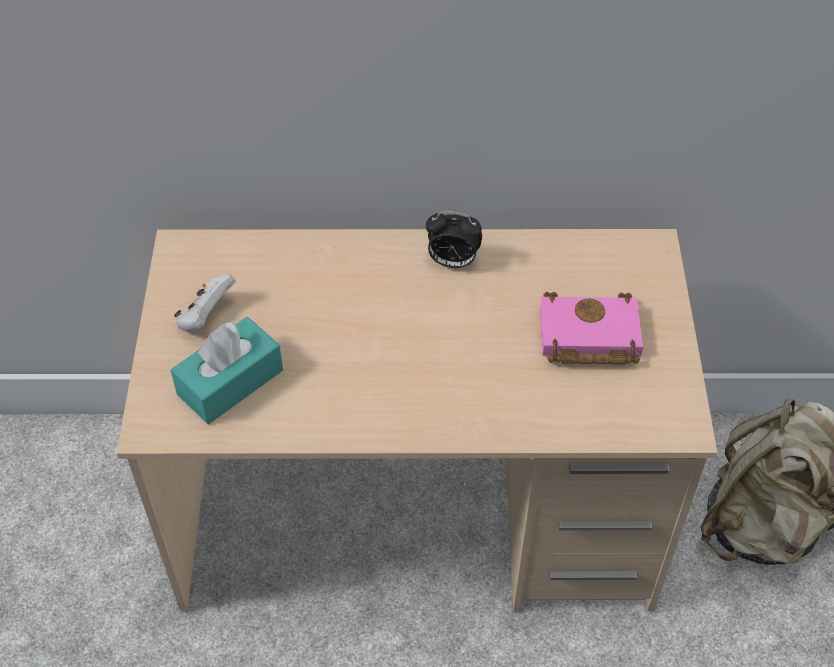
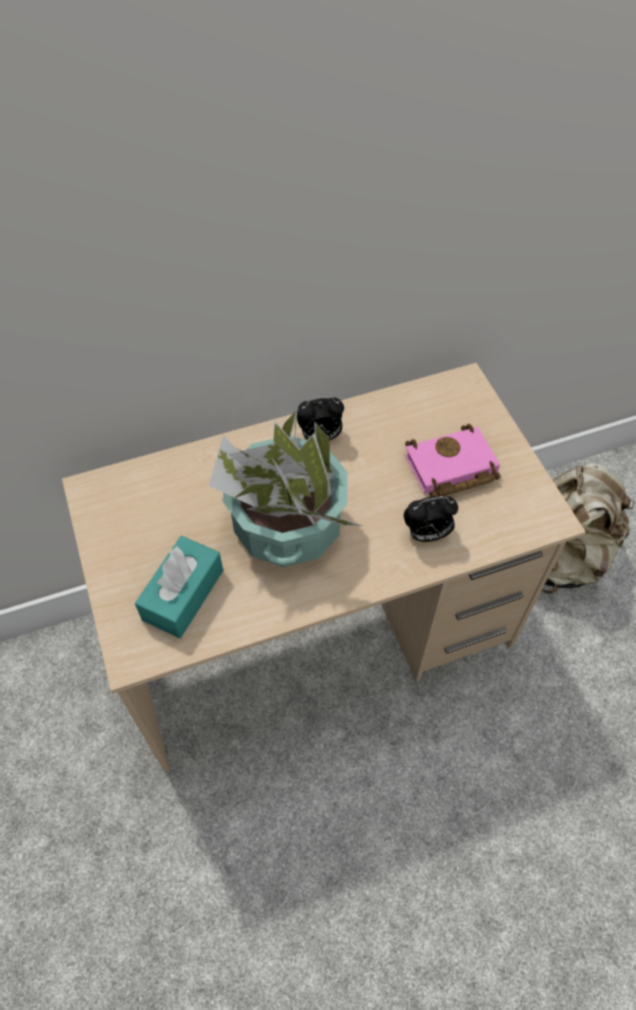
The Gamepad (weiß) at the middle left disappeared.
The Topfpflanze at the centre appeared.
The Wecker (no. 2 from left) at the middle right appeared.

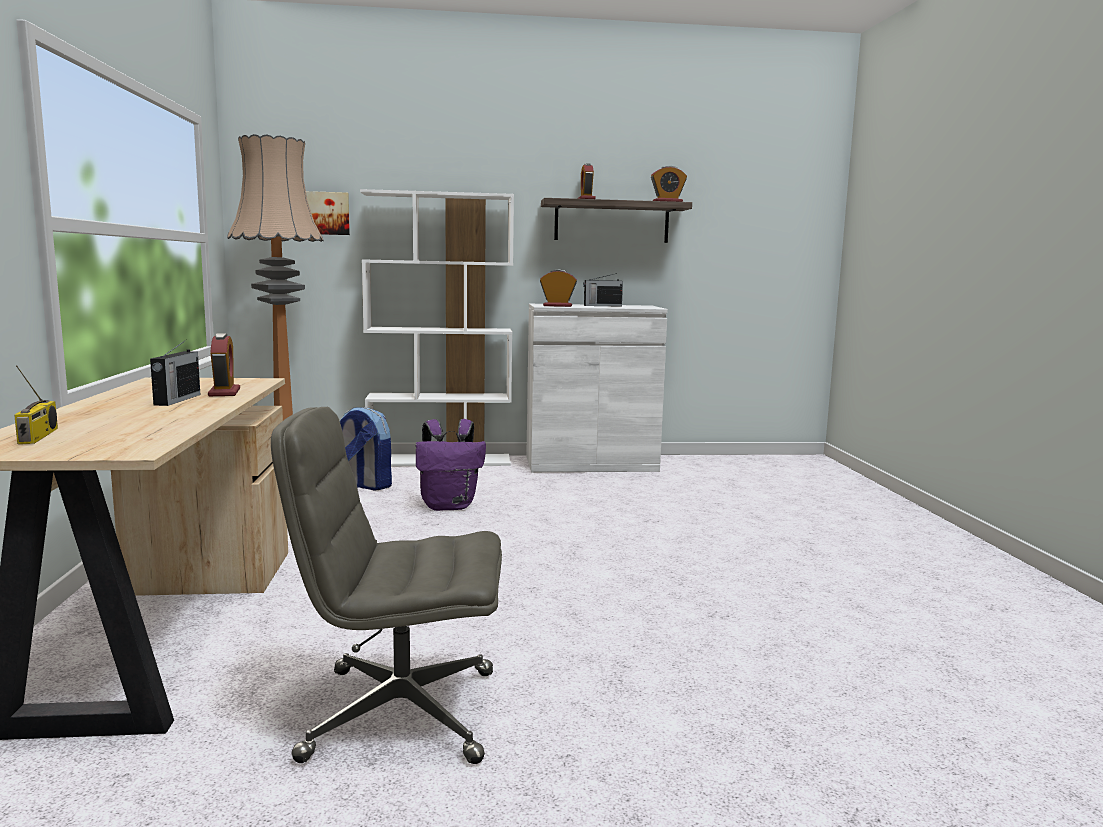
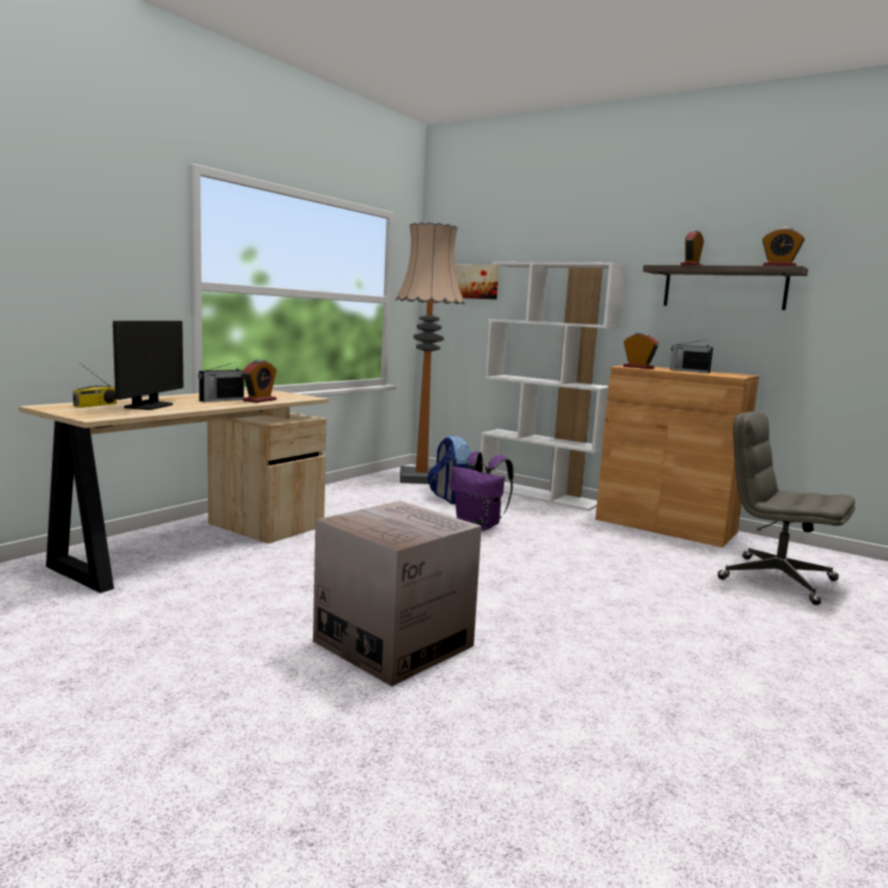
The Monitor at the middle left appeared.
The Karton at the bottom centre appeared.
The Bürostuhl (grau) moved from the bottom centre to the middle right.
The Schrank (weiß) at the centre became the Schrank (braun) at the middle right.

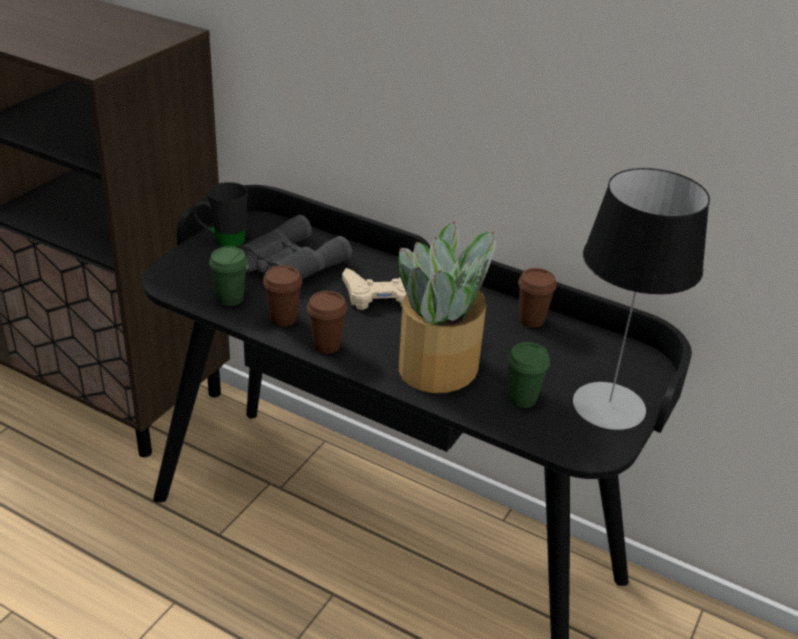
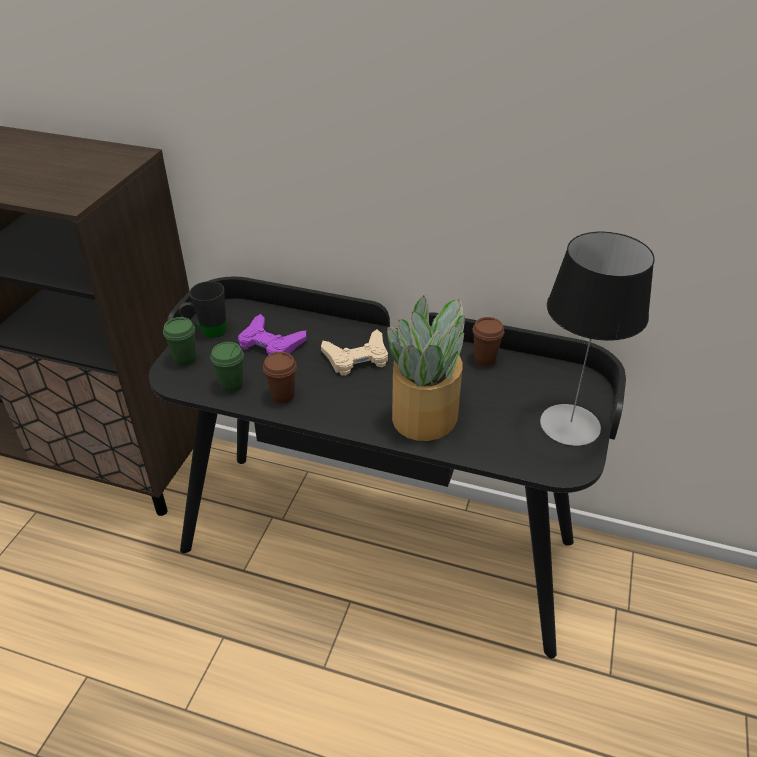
The Tasse (braun) (no. 2 from left) at the centre disappeared.
The Tasse (grün) (no. 2 from left in the first image) moved from the centre to the middle left.
The Fernglas (grau) at the centre was replaced by the Gamepad (lila) at the centre.

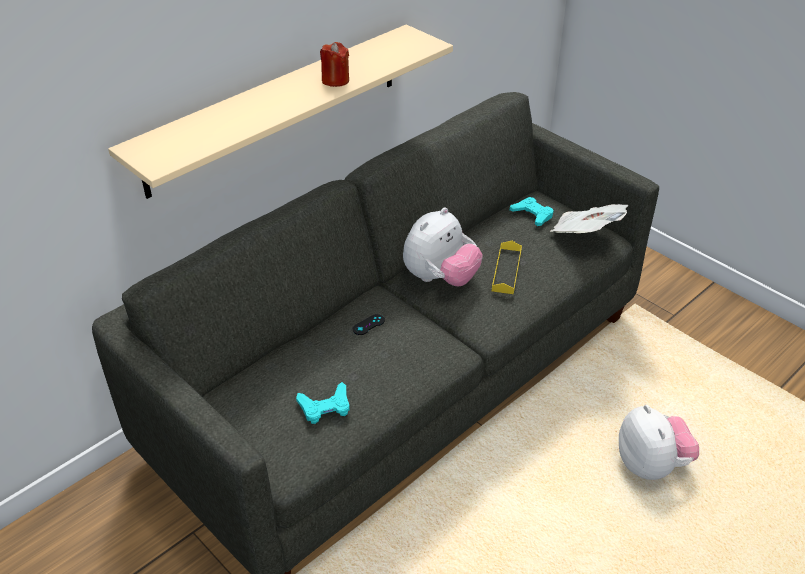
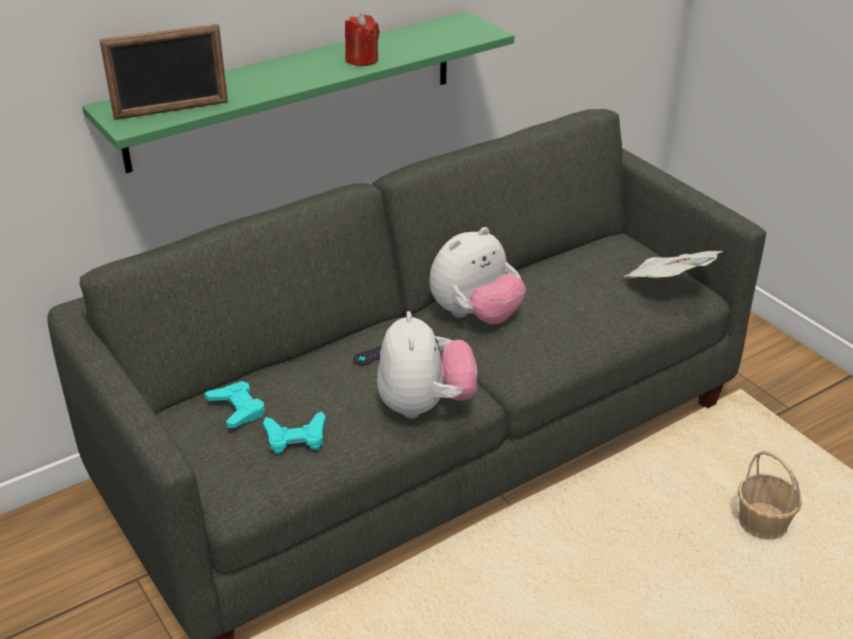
The Tablett (gelb) at the centre disappeared.
The Bilderrahmen at the top left appeared.
The Korb at the bottom right appeared.
The Gamepad (türkis) (no. 2 from left in the first image) moved from the centre to the middle left.
The Plüschtier (no. 2 from left in the first image) moved from the bottom right to the centre.
The Wandregal (beige) at the top centre became the Wandregal (grün) at the top centre.

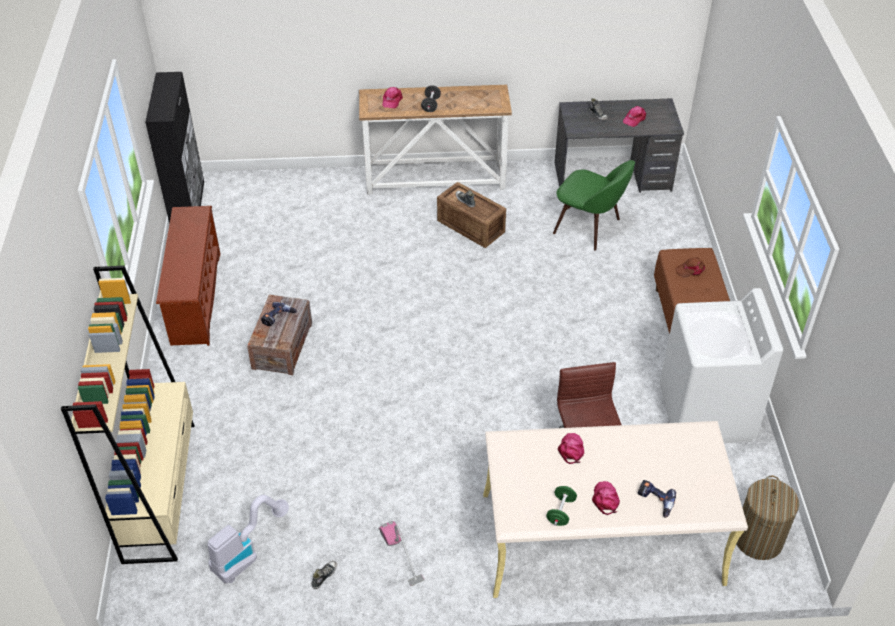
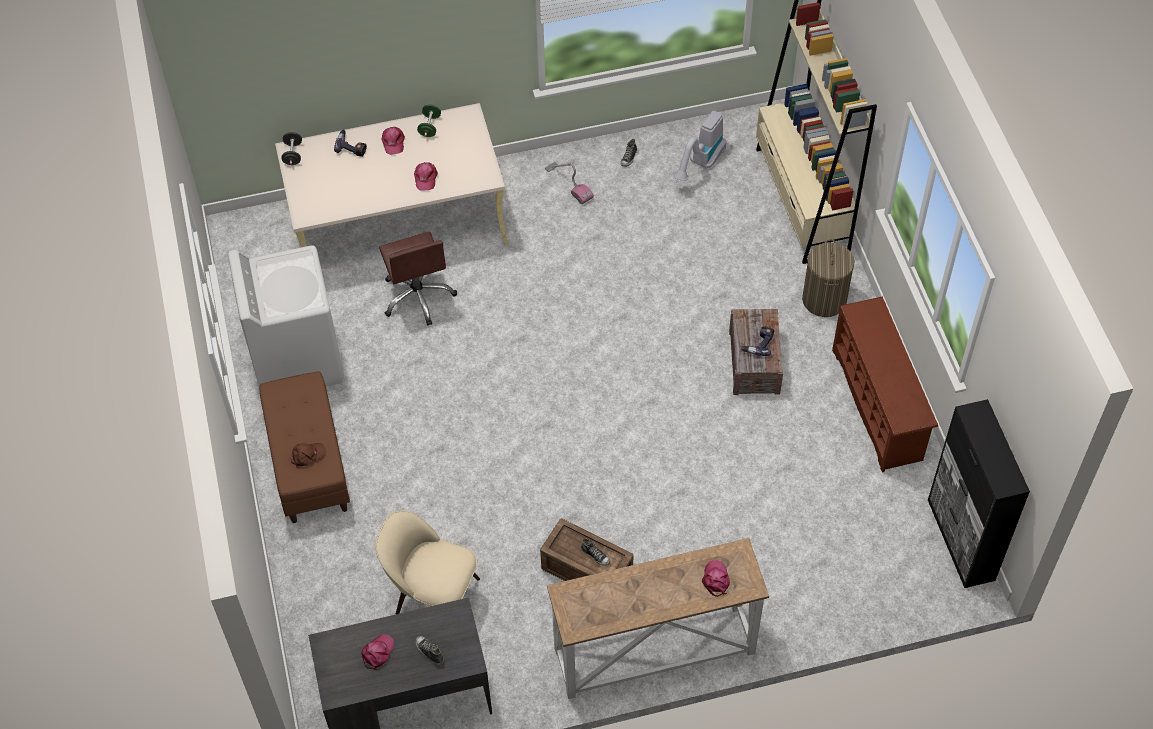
The Hantel (schwarz) moved from the top centre to the top left.
The Wäschekorb moved from the bottom right to the middle right.
The Stuhl (grün) at the top centre became the Stuhl (beige) at the bottom centre.

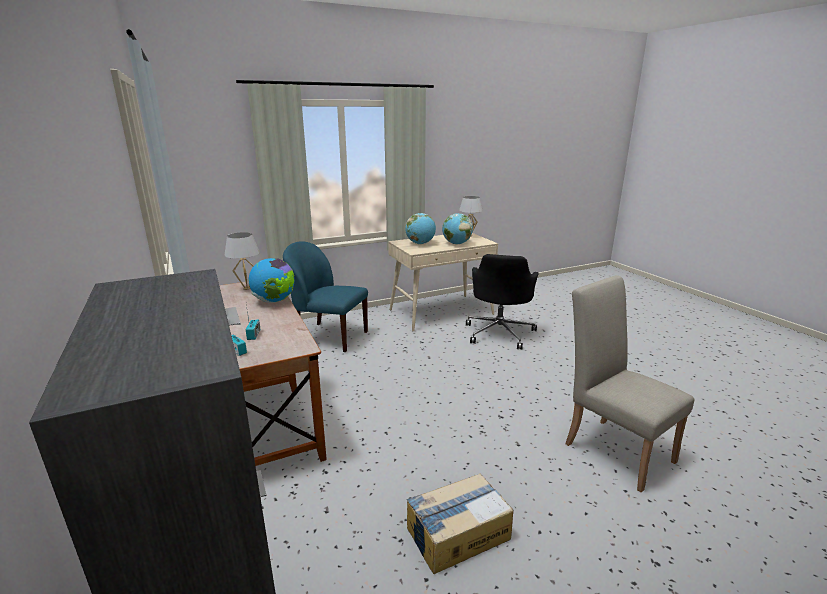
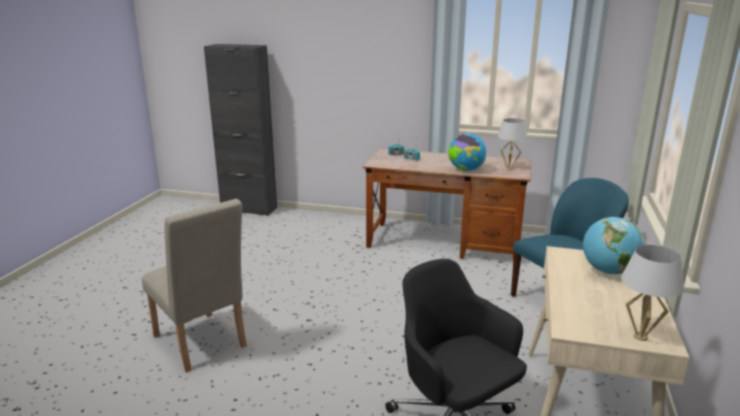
The Karton at the bottom centre disappeared.
The Globus (no. 3 from left) at the centre disappeared.
The Stuhl (beige) at the middle right turned 45 degrees clockwise.

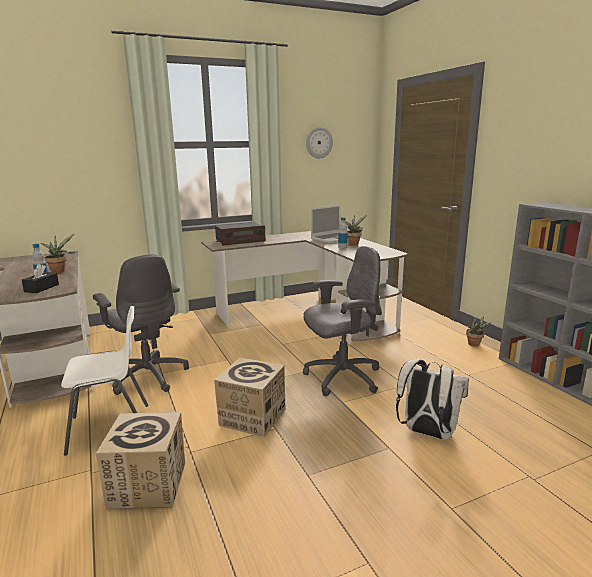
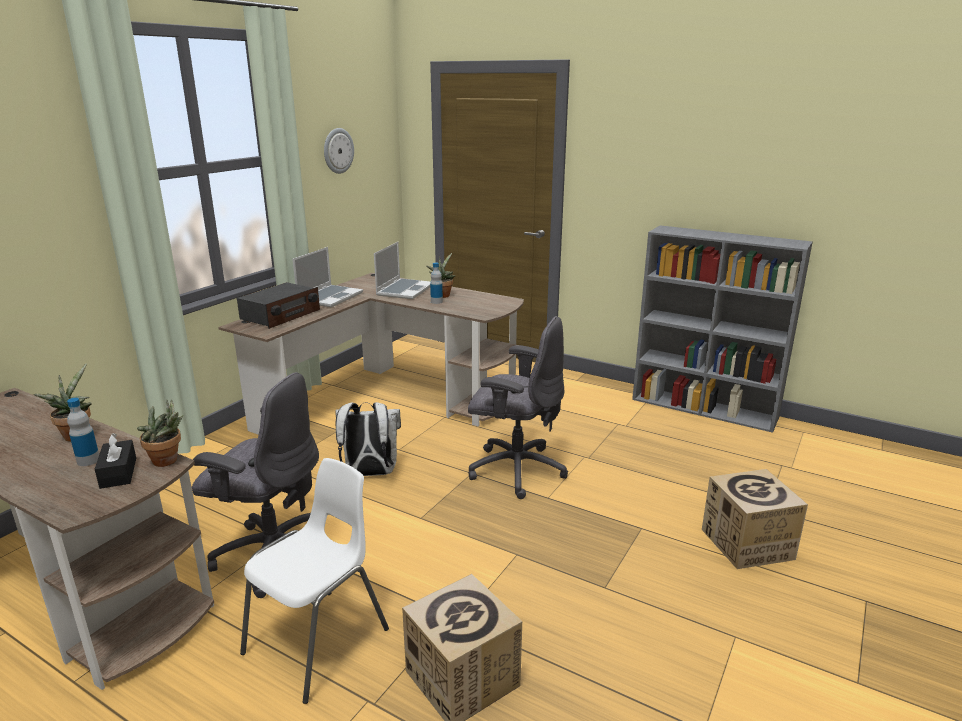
The Laptop (no. 1 from left) at the centre appeared.
The Karton (no. 2 from left) moved from the bottom centre to the bottom right.
The Rucksack (weiß) moved from the bottom right to the centre.
The Topfpflanze (no. 3 from left in the first image) moved from the middle right to the middle left.
The Bürostuhl (grau) (no. 2 from left) at the centre turned 75 degrees clockwise.

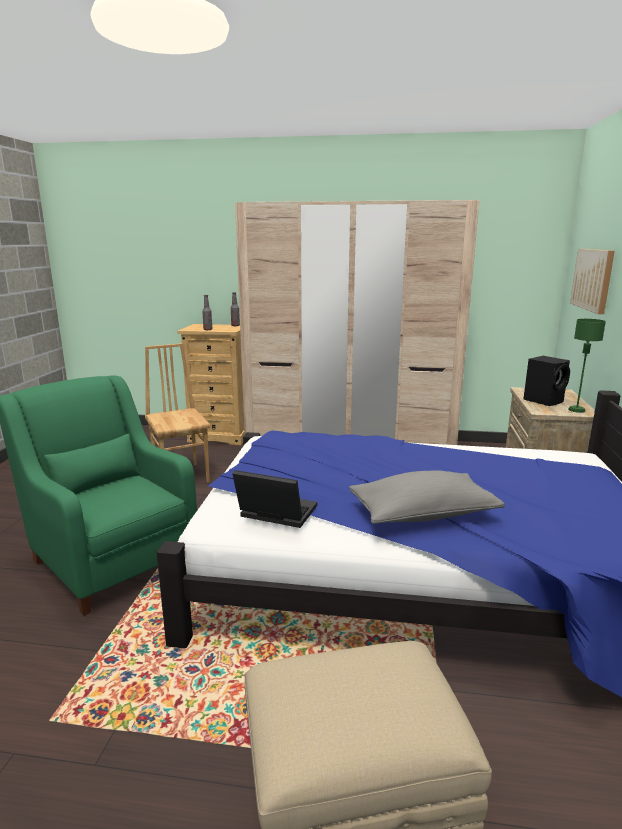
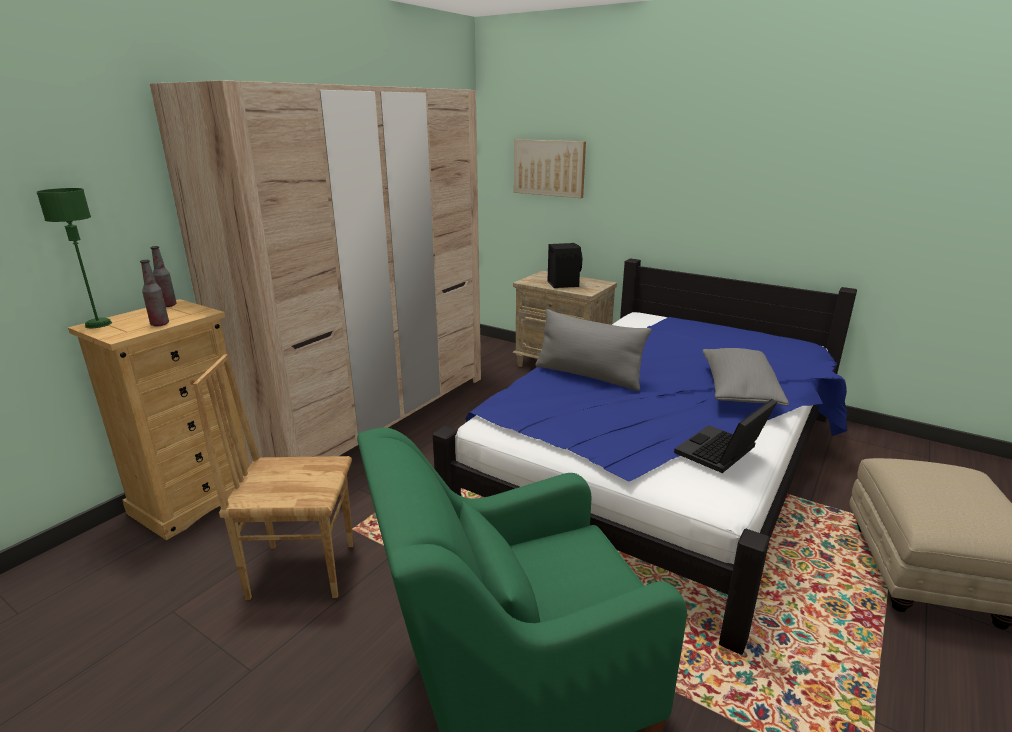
The Kissen (grau) (no. 1 from left) at the centre appeared.
The Tischlampe (grün) moved from the middle right to the middle left.

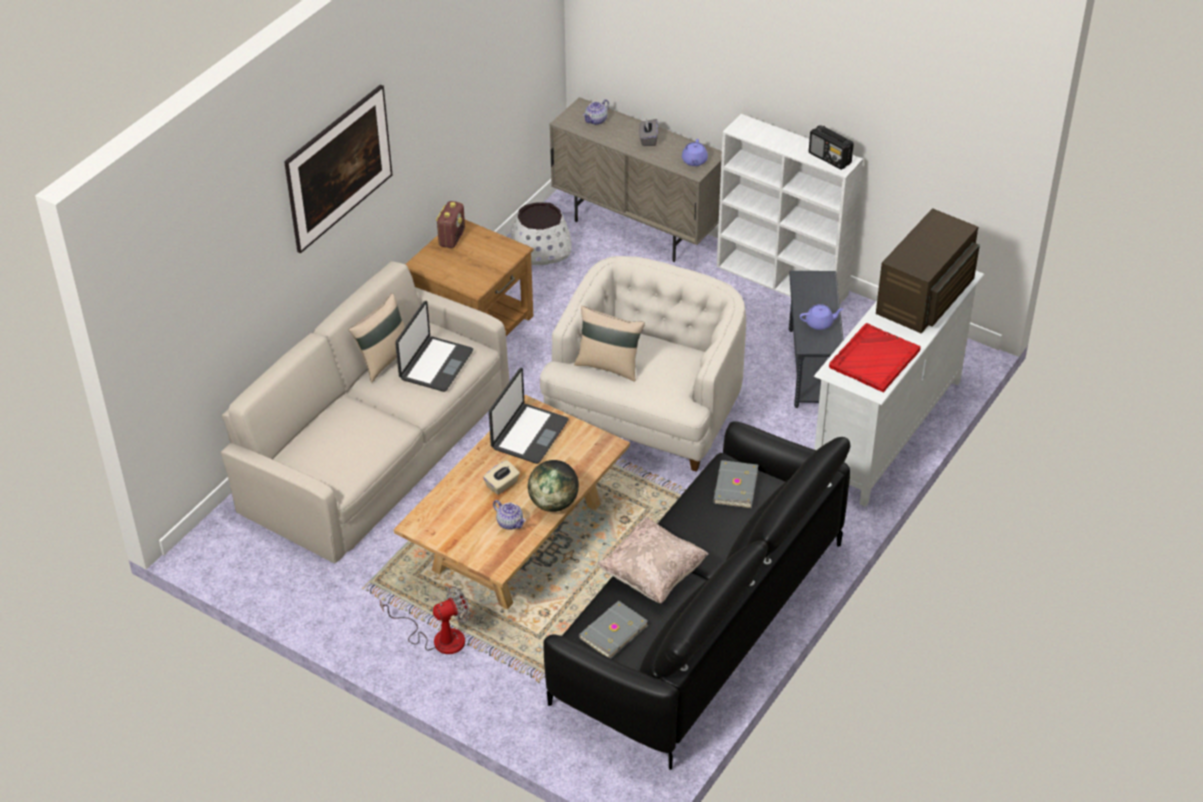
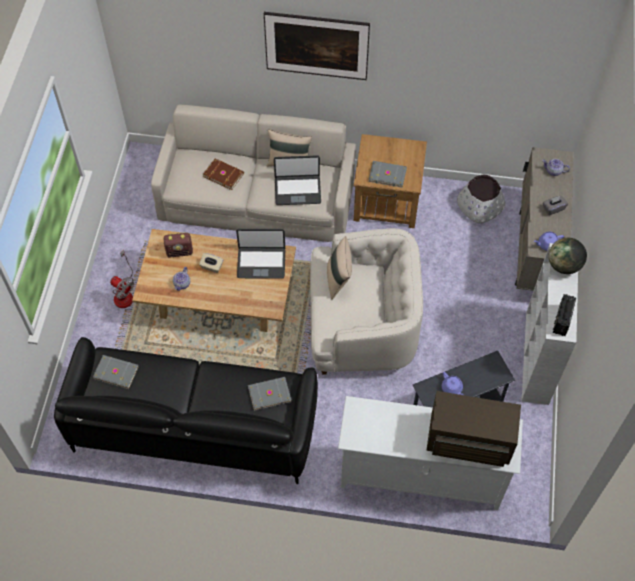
The Kissen (beige) (no. 3 from left) at the bottom centre disappeared.
The Tablett (rot) at the middle right disappeared.
The Buch (braun) at the top centre appeared.
The Buch (grau) (no. 3 from left) at the top centre appeared.
The Radio (no. 1 from left) moved from the top centre to the middle left.
The Globus moved from the centre to the middle right.

